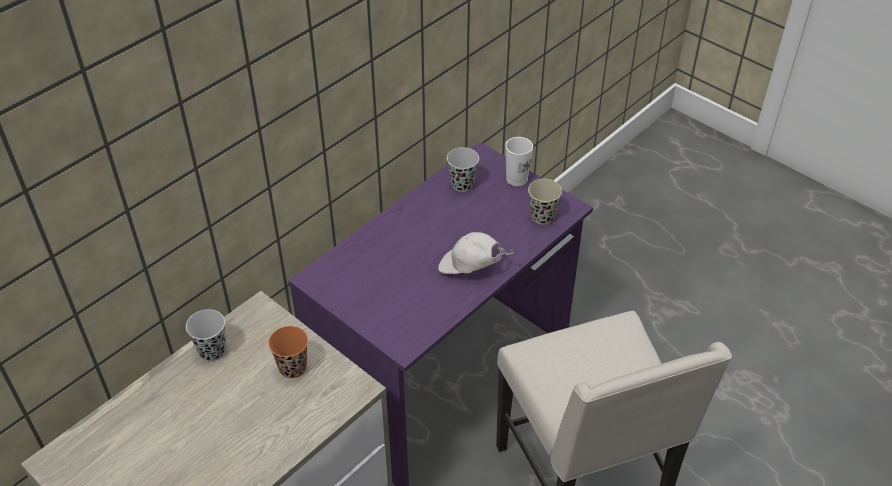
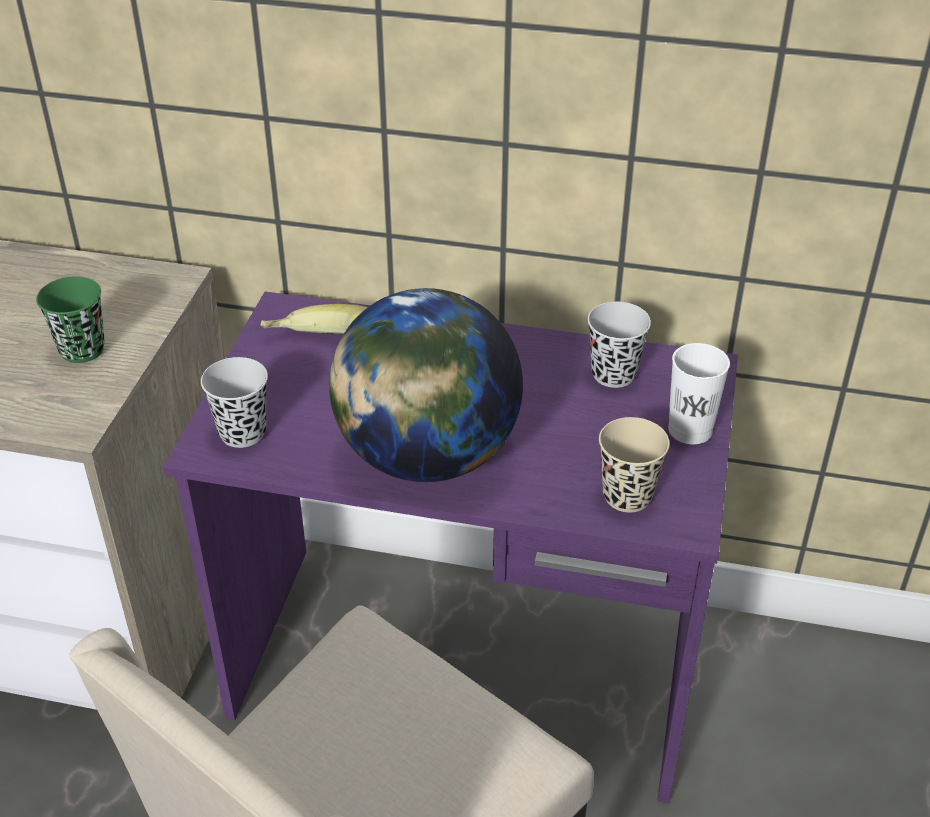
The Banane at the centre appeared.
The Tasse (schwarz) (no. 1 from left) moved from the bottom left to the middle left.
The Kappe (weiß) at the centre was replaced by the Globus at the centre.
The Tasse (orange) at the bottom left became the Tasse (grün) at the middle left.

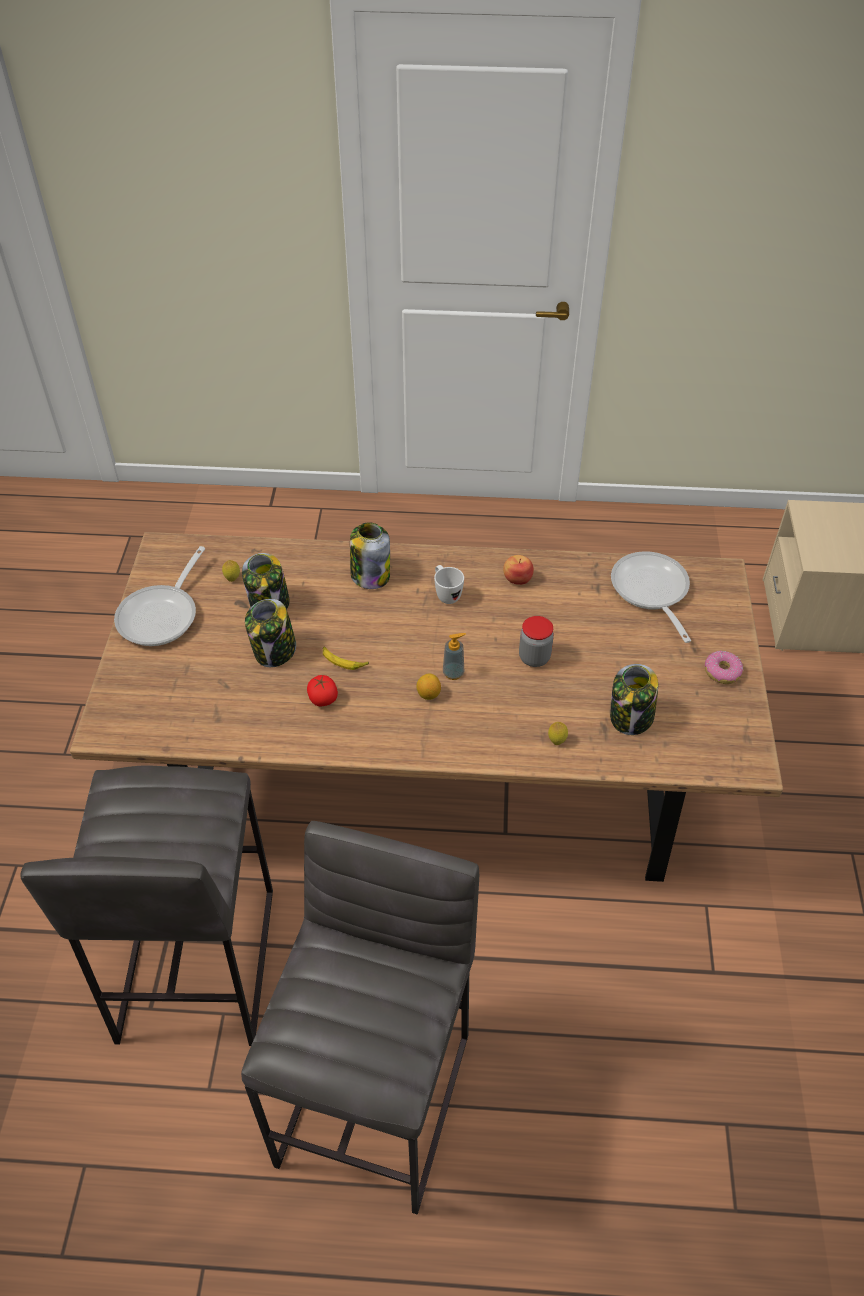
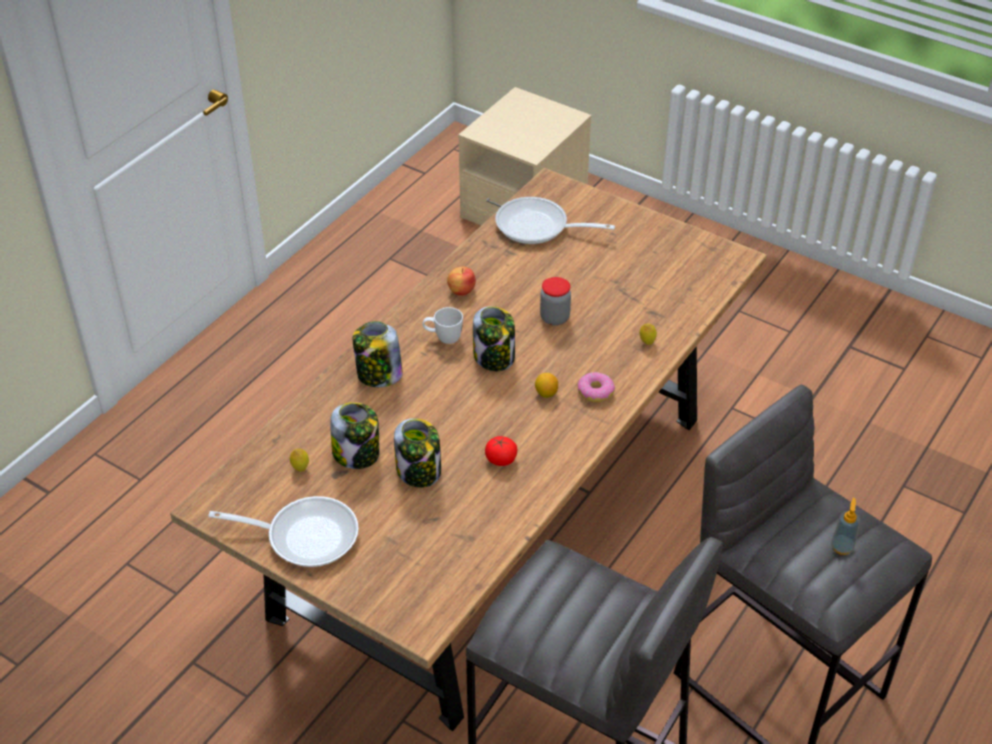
The Banane at the centre disappeared.
The Seifenspender moved from the centre to the bottom right.
The Vorratsglas (no. 5 from left in the first image) moved from the middle right to the centre.
The Donut moved from the middle right to the centre.
The Pfanne (no. 1 from left) at the middle left turned 45 degrees counterclockwise.

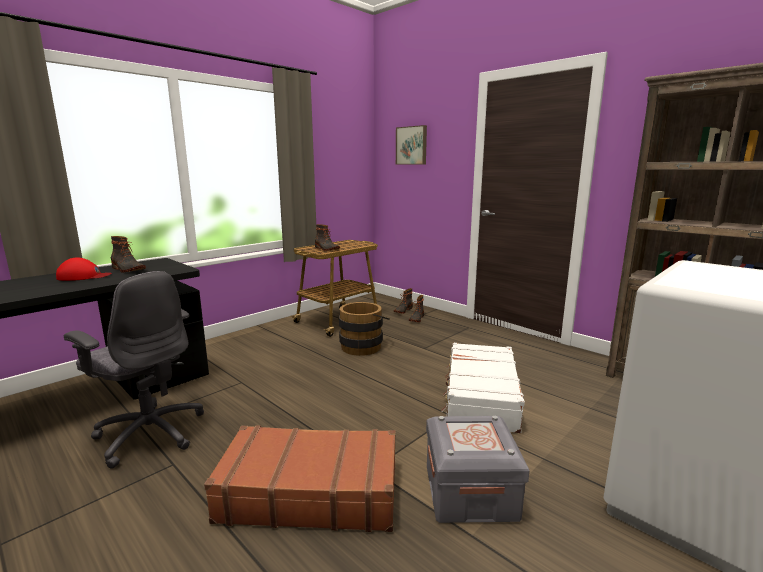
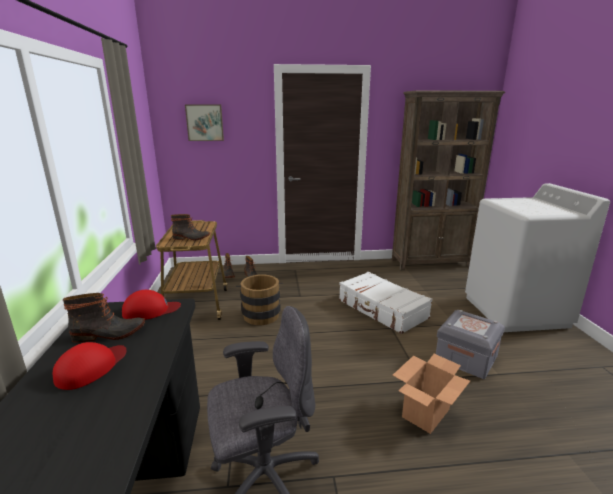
The Kappe (rot) (no. 2 from left) at the middle left appeared.
The Koffer (braun) at the bottom centre was replaced by the Karton at the bottom right.

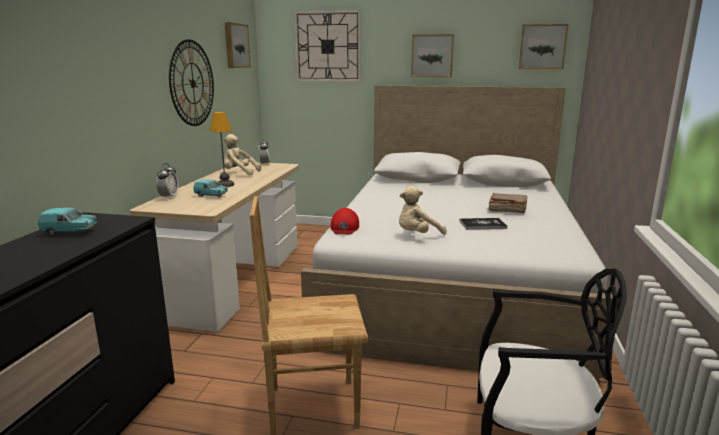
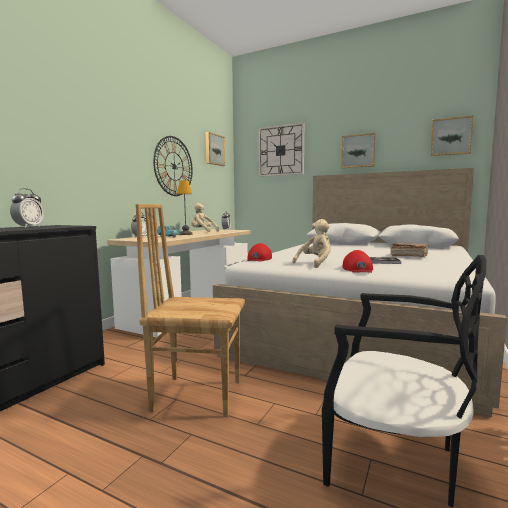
The Kappe (rot) (no. 2 from left) at the middle right appeared.
The Spielzeugauto (türkis) (no. 1 from left) at the middle left was replaced by the Wecker (no. 1 from left) at the middle left.
The Plüschtier (beige) (no. 2 from left) at the centre turned 150 degrees clockwise.

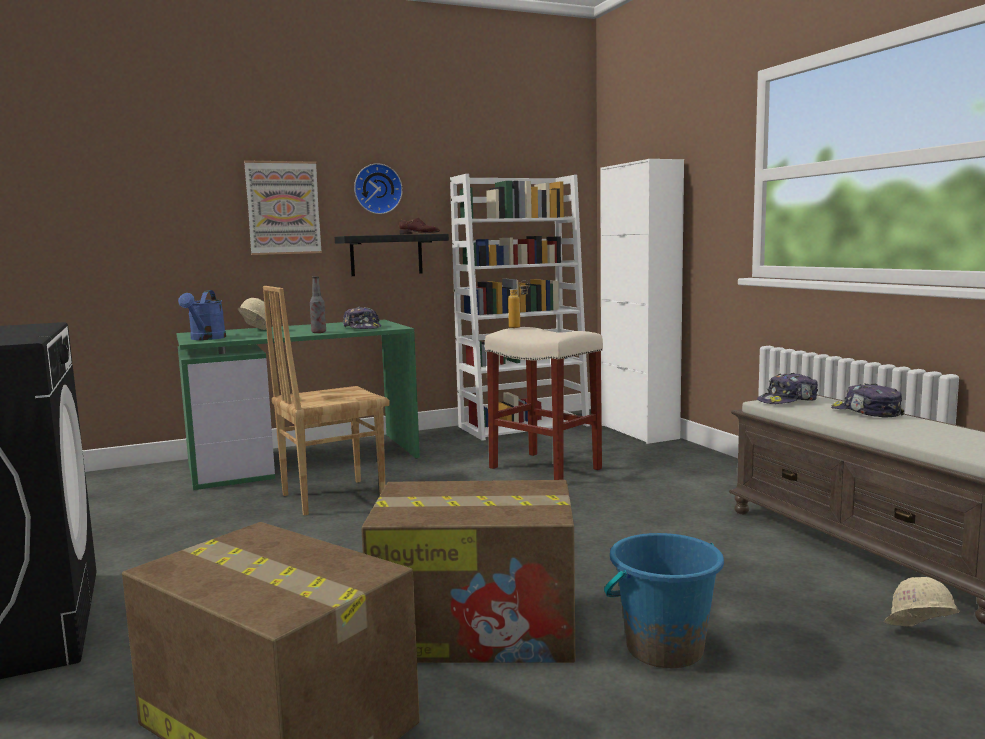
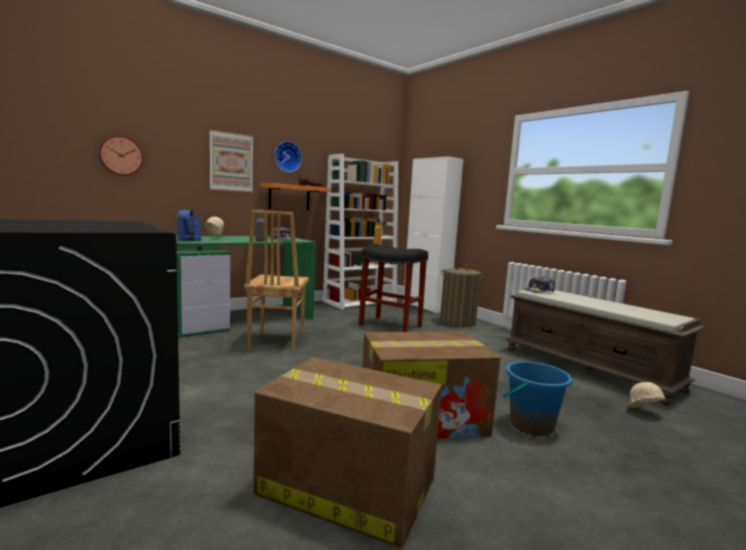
The Kappe (no. 3 from left) at the middle right disappeared.
The Wanduhr (no. 1 from left) at the top left appeared.
The Wäschekorb at the centre appeared.
The Wandregal (schwarz) at the centre became the Wandregal (orange) at the centre.
The Hocker (beige) at the centre became the Hocker (schwarz) at the centre.
The Stuhl (braun) at the middle left turned 45 degrees counterclockwise.

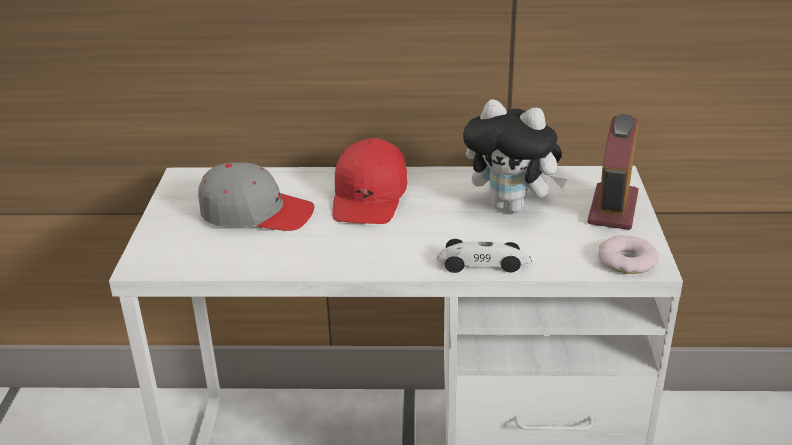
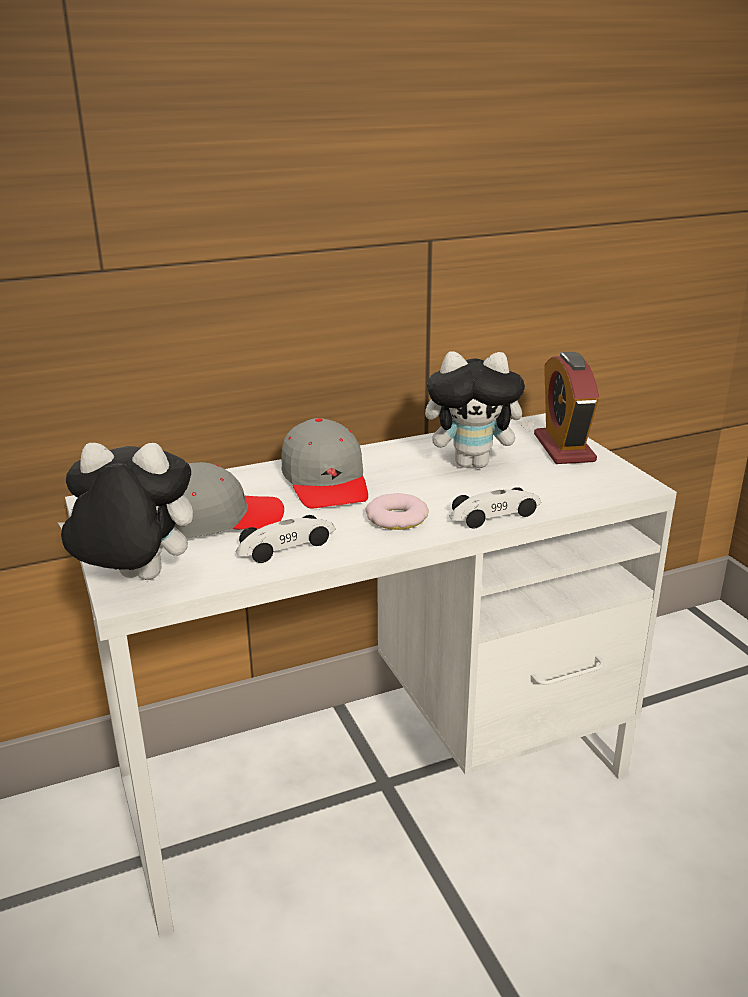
The Plüschtier (no. 1 from left) at the middle left appeared.
The Spielzeugauto (no. 1 from left) at the centre appeared.
The Donut moved from the middle right to the centre.
The Kappe (rot) at the centre became the Kappe (grau) (no. 2 from left) at the centre.

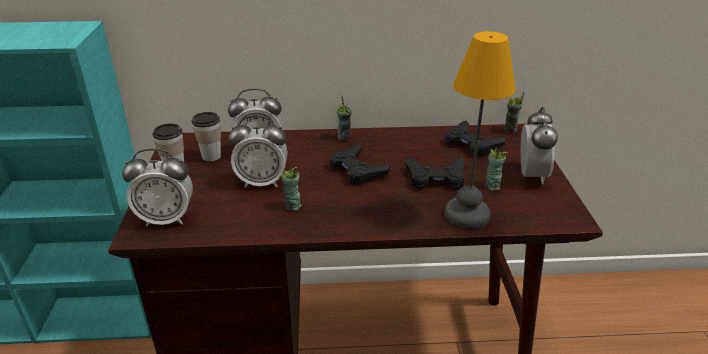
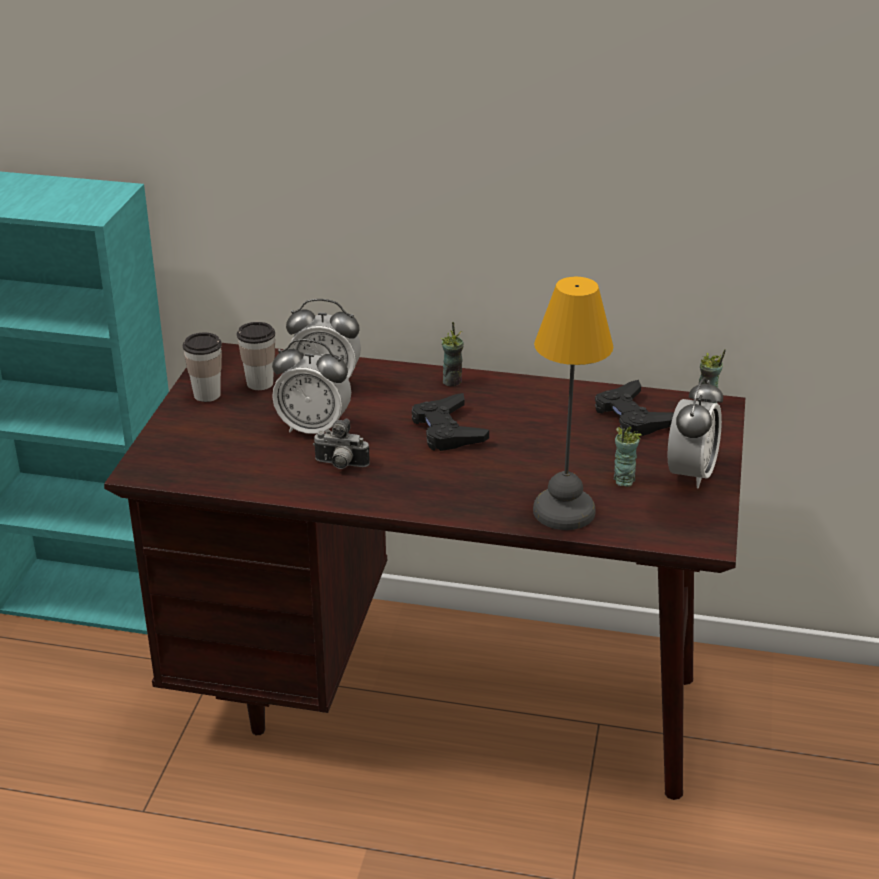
The Wecker (no. 1 from left) at the middle left disappeared.
The Gamepad (schwarz) (no. 2 from left) at the centre disappeared.
The Tasse (no. 3 from left) at the centre was replaced by the Kamera at the centre.

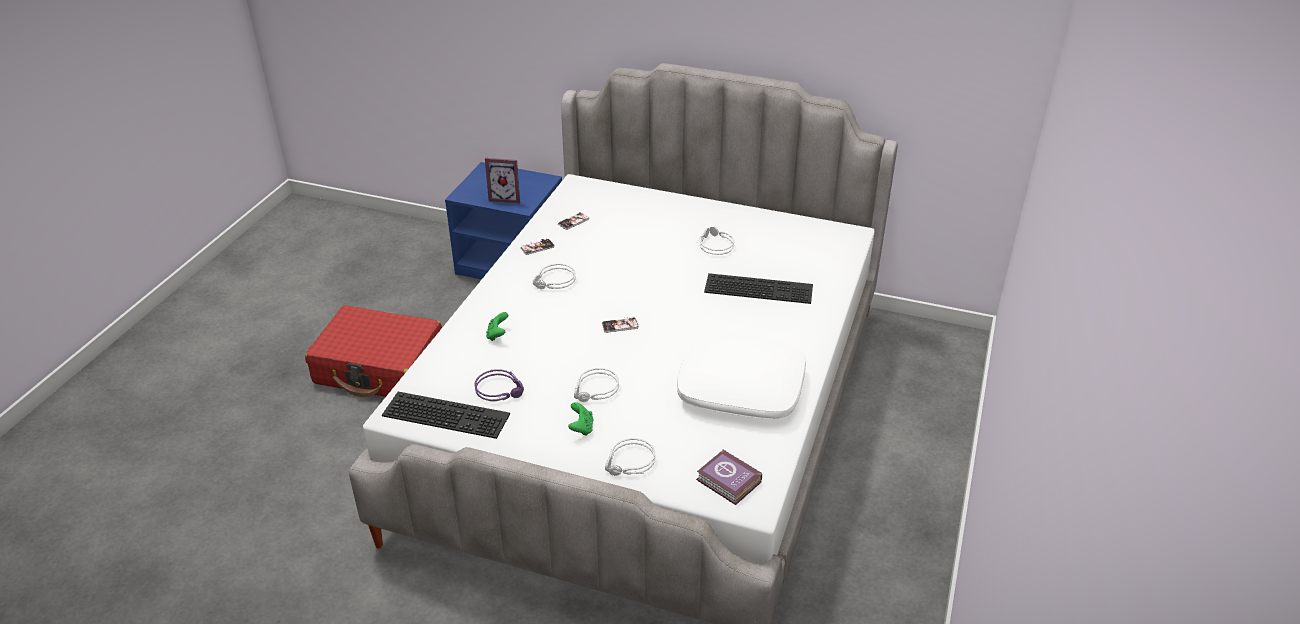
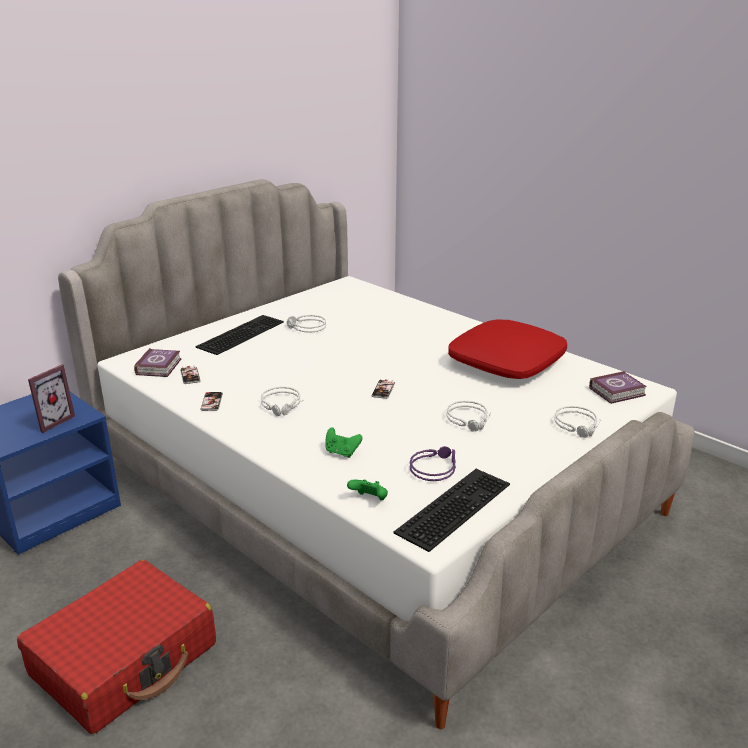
The Buch (no. 1 from left) at the middle left appeared.
The Gamepad (grün) (no. 2 from left) moved from the bottom centre to the centre.
The Tastatur (no. 2 from left in the first image) moved from the centre to the middle left.
The Kissen (weiß) at the centre became the Kissen (rot) at the middle right.

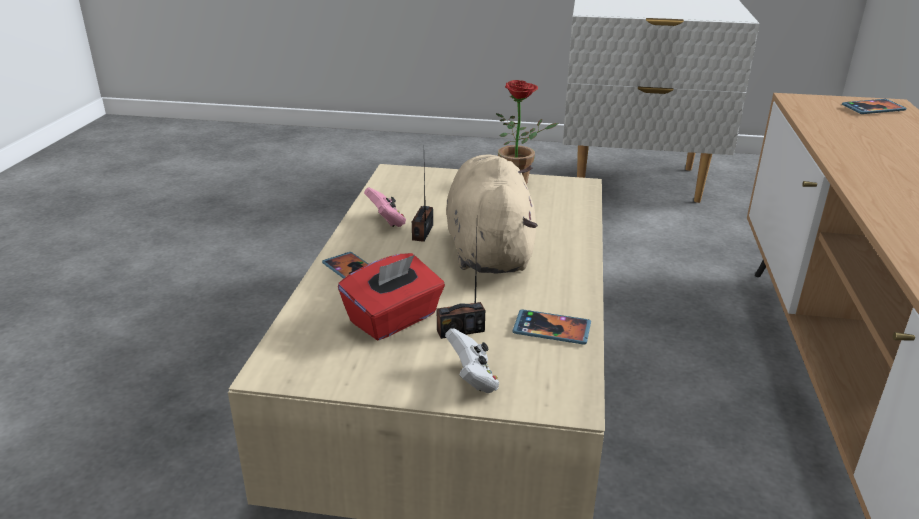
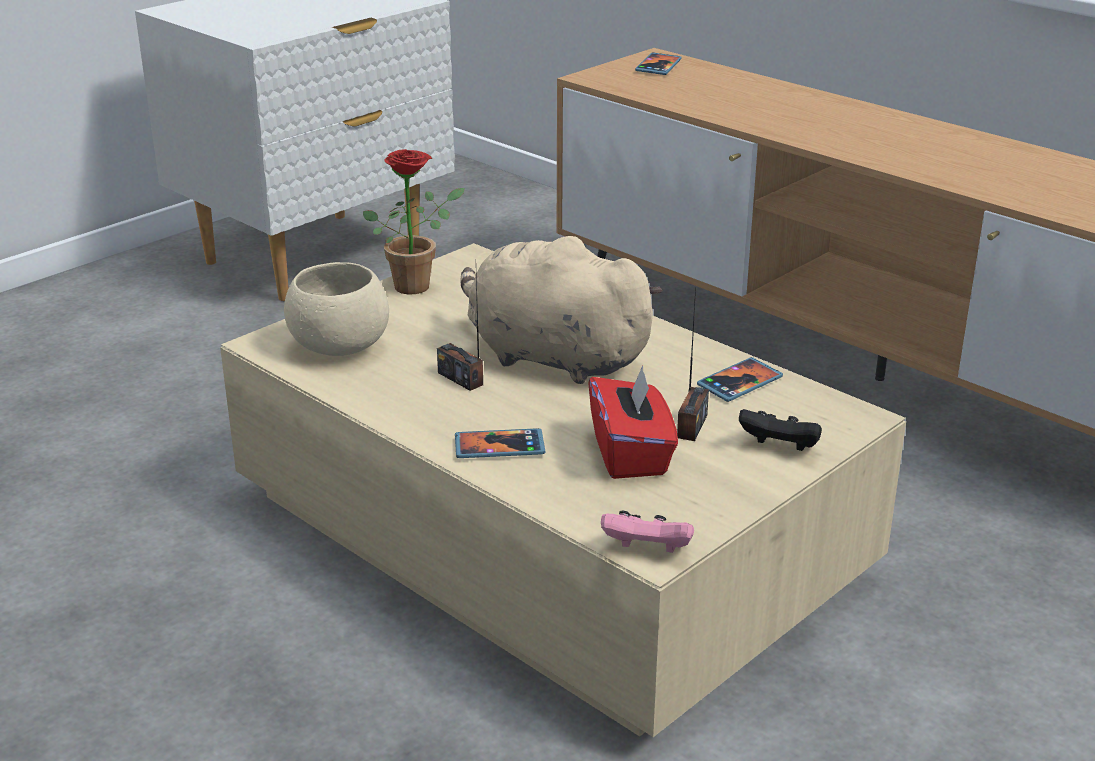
The Schüssel (beige) at the middle left appeared.
The Gamepad (rosa) moved from the centre to the bottom centre.
The Gamepad (weiß) at the bottom centre became the Gamepad (schwarz) at the middle right.

